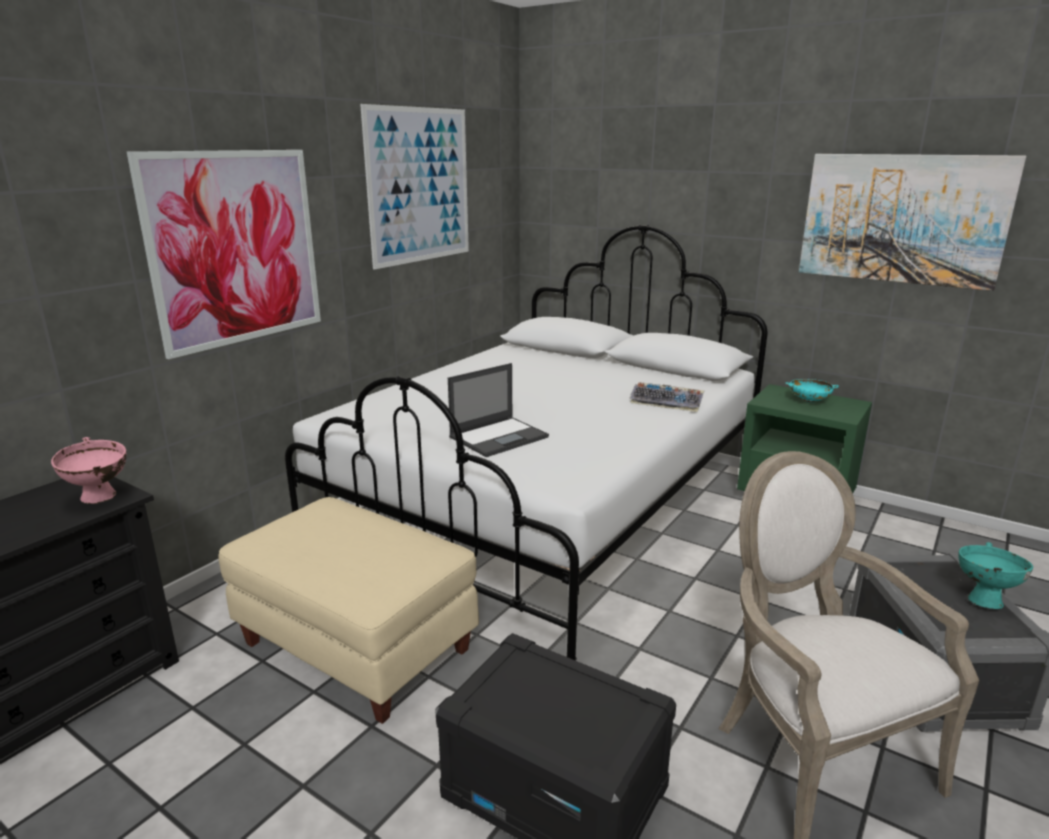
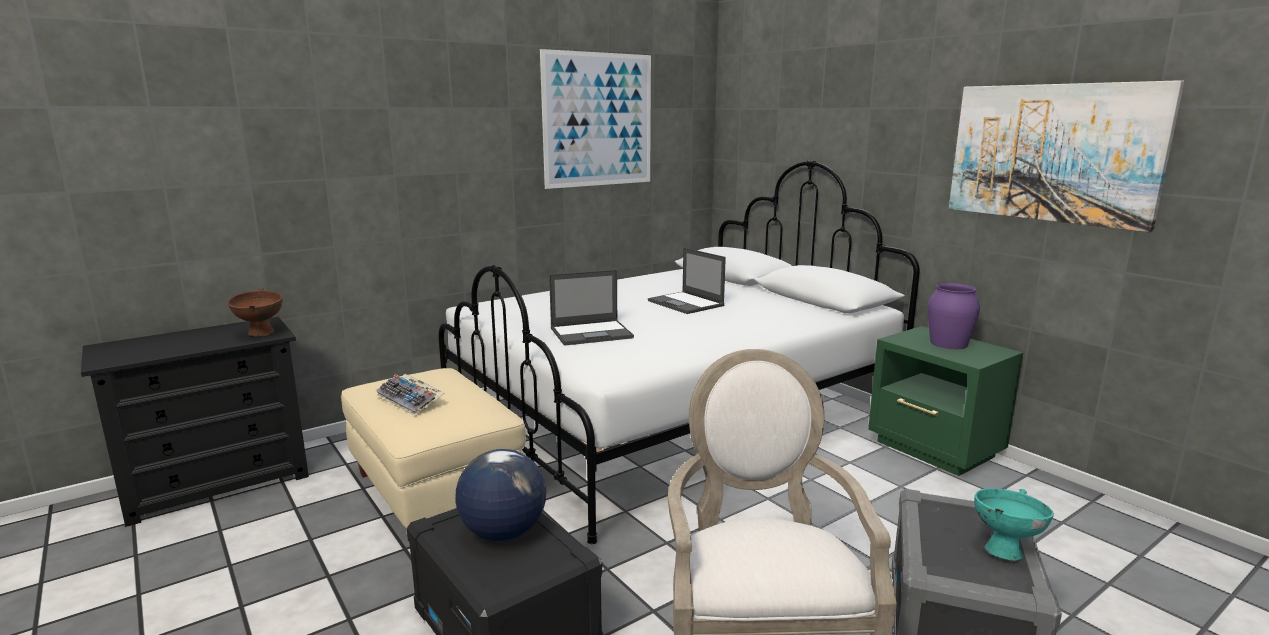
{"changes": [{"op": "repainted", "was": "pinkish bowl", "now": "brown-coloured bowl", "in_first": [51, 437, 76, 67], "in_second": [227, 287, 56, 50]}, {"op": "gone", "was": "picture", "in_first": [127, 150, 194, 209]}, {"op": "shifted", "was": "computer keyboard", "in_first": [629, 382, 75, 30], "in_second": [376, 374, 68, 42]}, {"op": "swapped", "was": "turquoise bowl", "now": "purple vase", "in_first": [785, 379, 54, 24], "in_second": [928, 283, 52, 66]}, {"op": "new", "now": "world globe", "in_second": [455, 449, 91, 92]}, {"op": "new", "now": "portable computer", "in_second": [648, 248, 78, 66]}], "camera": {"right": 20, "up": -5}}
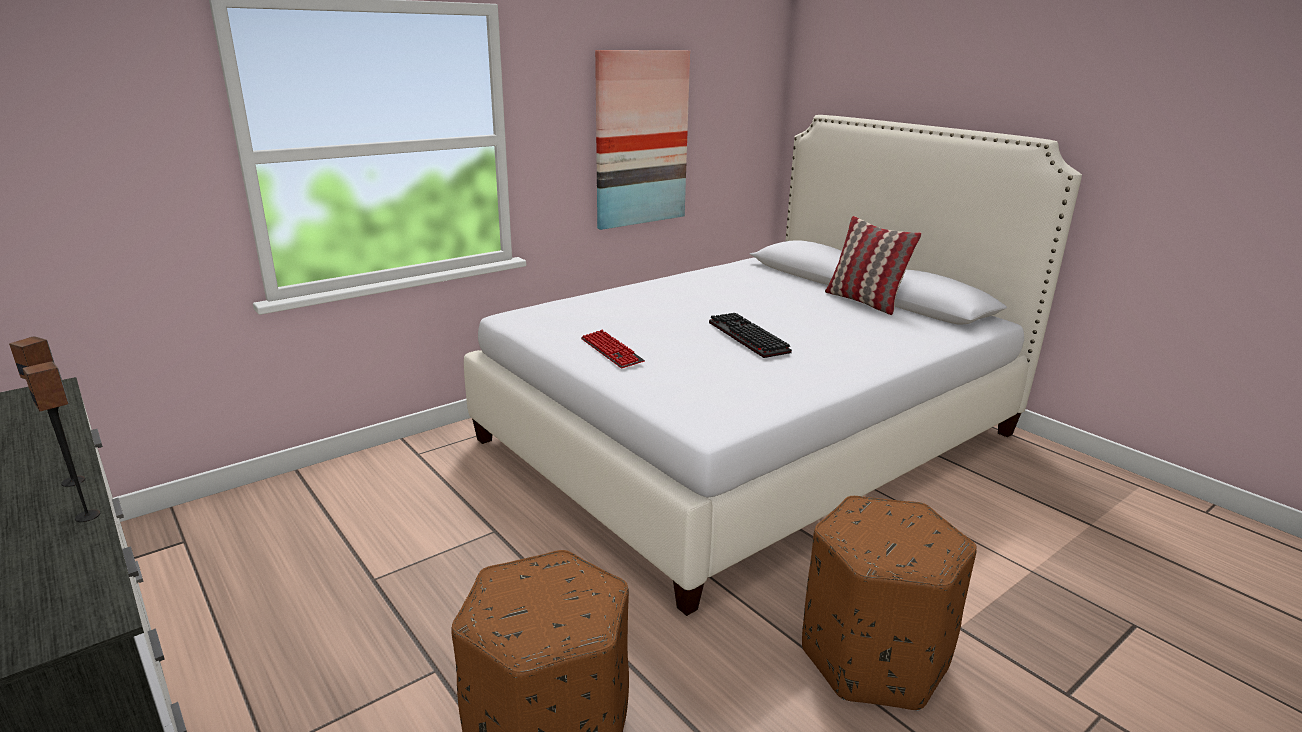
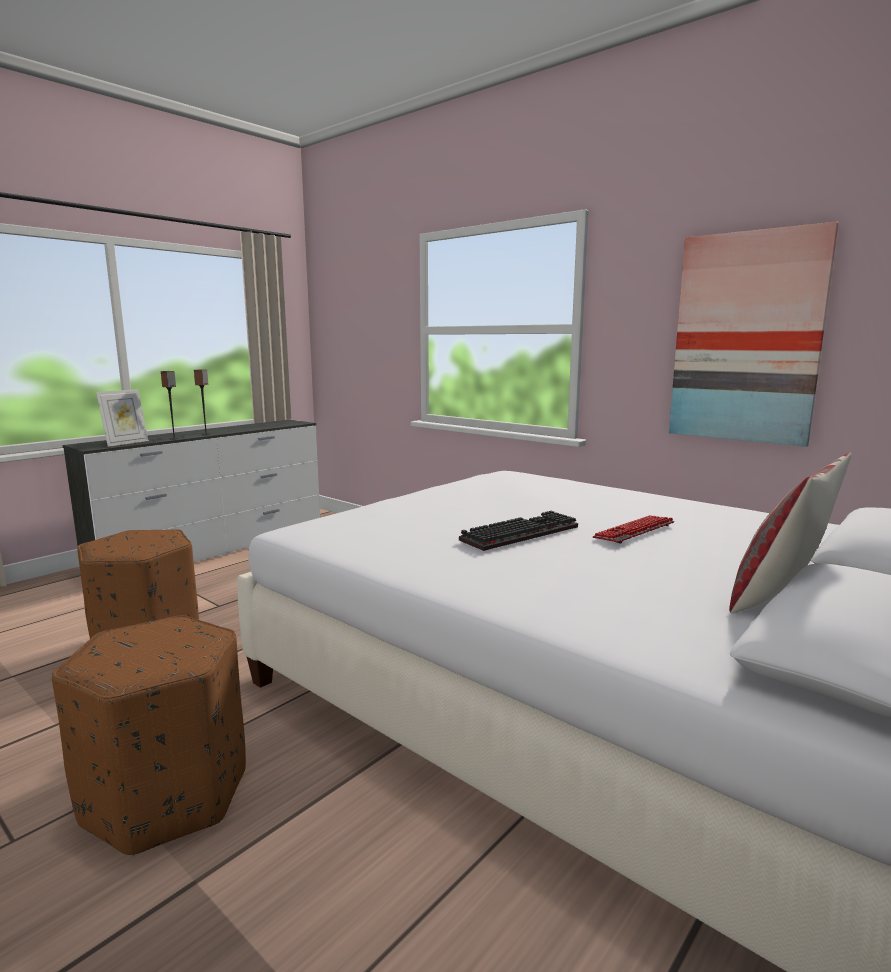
{"changes": [{"op": "shifted", "was": "computer keyboard", "in_first": [581, 330, 64, 38], "in_second": [593, 515, 81, 29]}, {"op": "new", "now": "standing frame", "in_second": [96, 389, 53, 58]}], "camera": {"right": 80, "up": -10}}
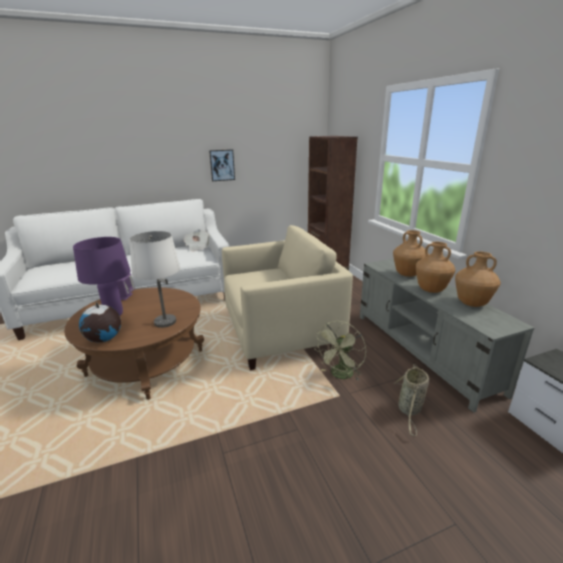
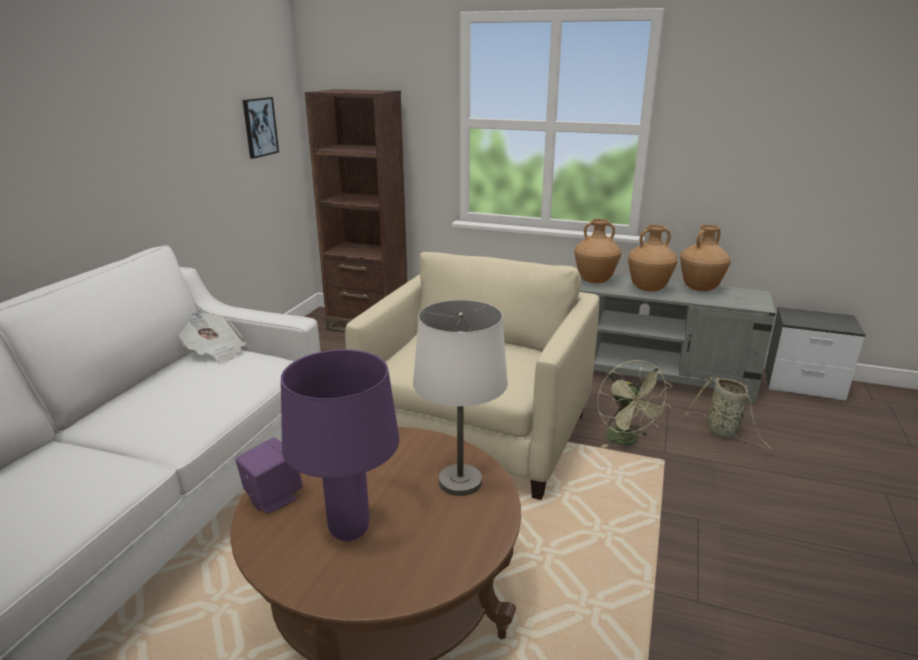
{"changes": [{"op": "gone", "was": "world globe", "in_first": [79, 302, 42, 40]}, {"op": "shifted", "was": "picture", "in_first": [209, 149, 26, 32], "in_second": [243, 97, 36, 62]}], "camera": {"right": -50, "up": 0}}
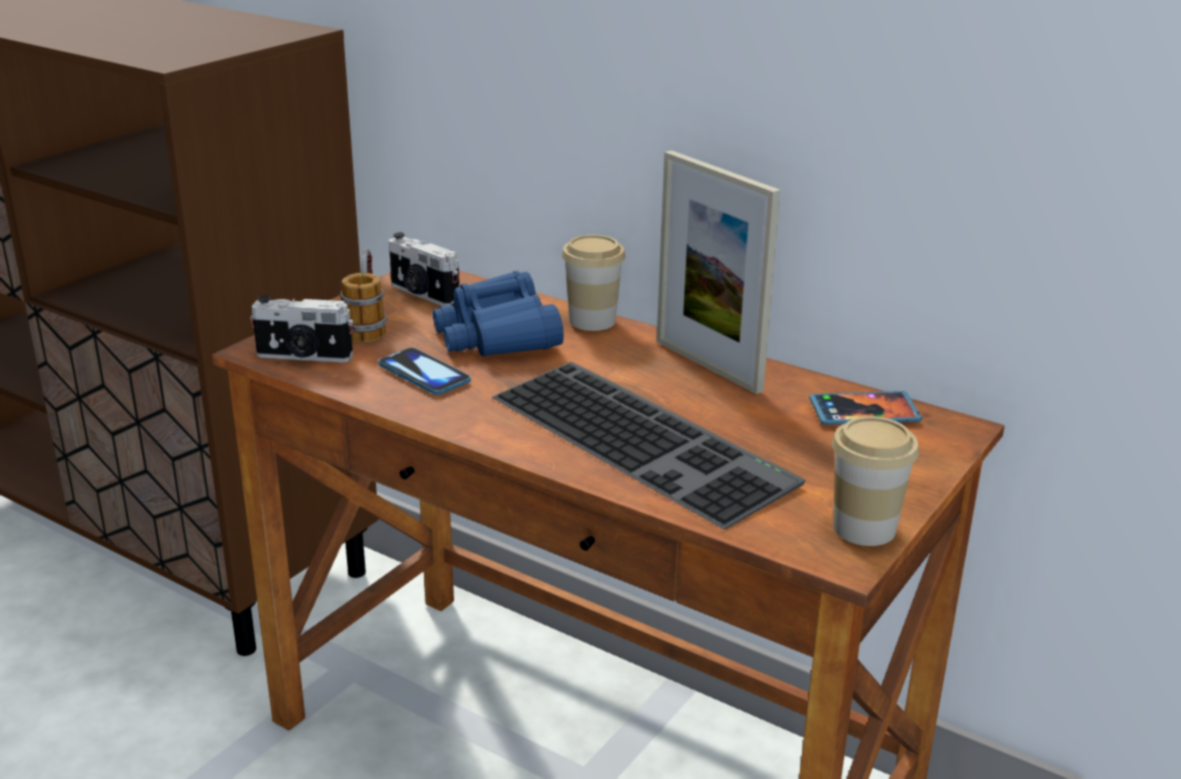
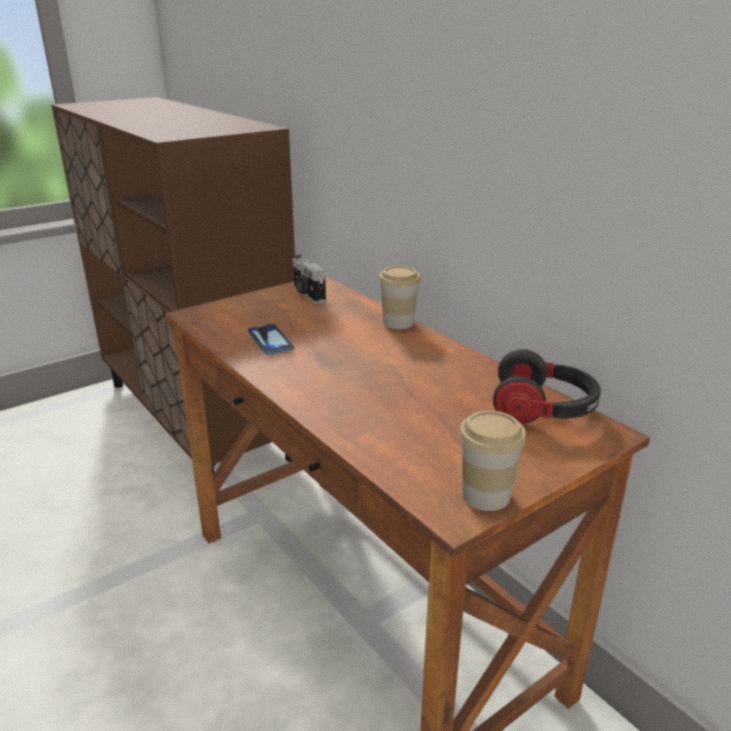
{"changes": [{"op": "gone", "was": "still camera", "in_first": [250, 295, 103, 67]}, {"op": "gone", "was": "mug", "in_first": [340, 248, 46, 95]}, {"op": "gone", "was": "blue-coloured field glasses", "in_first": [433, 271, 131, 86]}, {"op": "gone", "was": "computer keyboard", "in_first": [491, 362, 314, 167]}, {"op": "gone", "was": "standing frame", "in_first": [656, 150, 124, 244]}, {"op": "swapped", "was": "phone", "now": "headset", "in_first": [809, 391, 113, 34], "in_second": [493, 349, 108, 75]}], "camera": {"right": 20, "up": 0}}
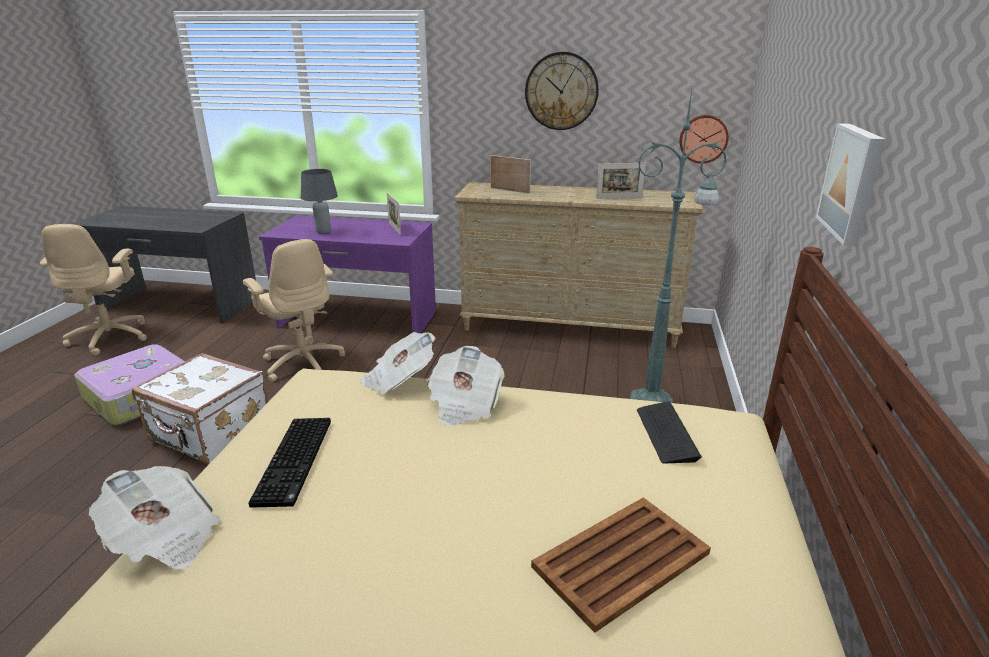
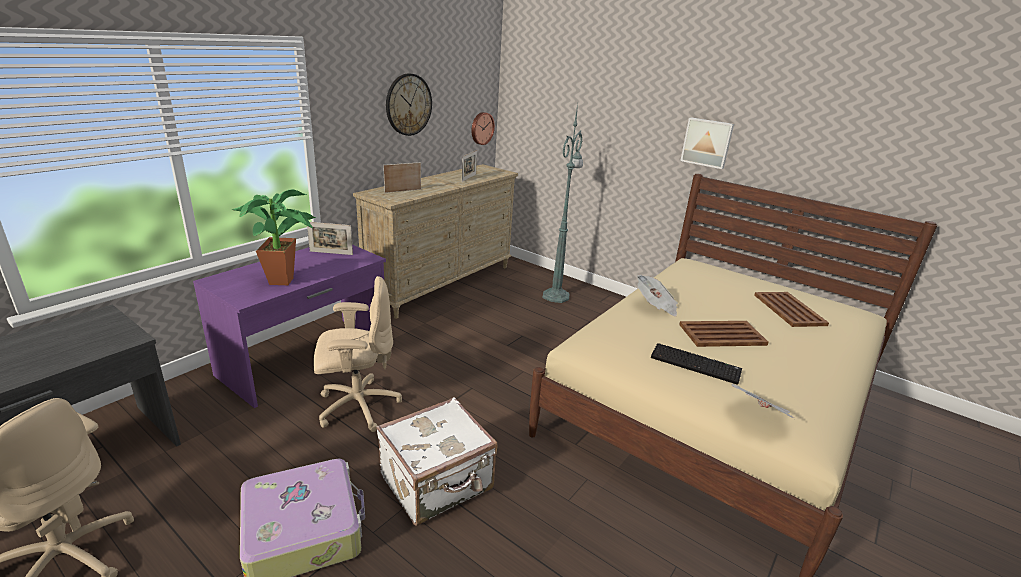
{"changes": [{"op": "swapped", "was": "grey lamp for a table", "now": "houseplant", "in_first": [301, 169, 37, 65], "in_second": [231, 189, 85, 96]}, {"op": "gone", "was": "printed paper", "in_first": [360, 332, 75, 63]}, {"op": "gone", "was": "computer keyboard", "in_first": [637, 401, 65, 63]}, {"op": "new", "now": "brown-coloured tray", "in_second": [679, 321, 90, 26]}], "camera": {"right": -65, "up": 0}}
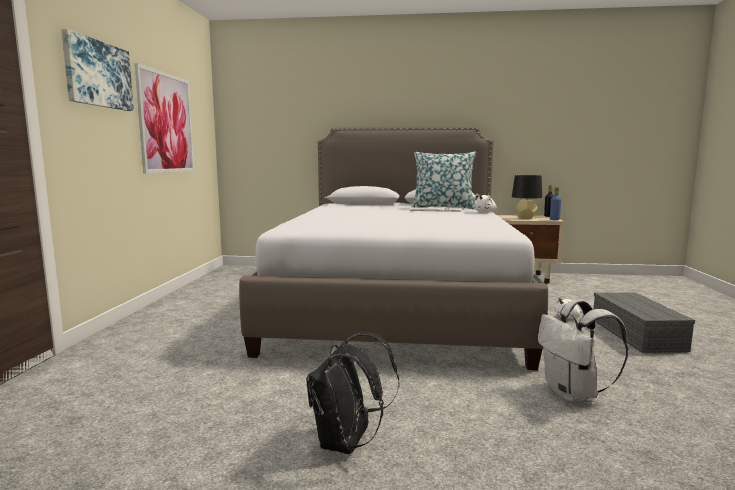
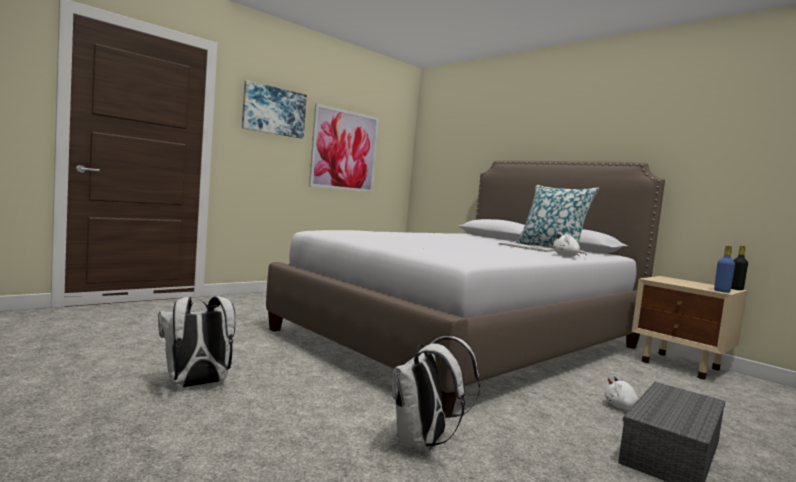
{"changes": [{"op": "repainted", "was": "black knapsack", "now": "whitish knapsack", "in_first": [306, 332, 93, 122], "in_second": [158, 296, 77, 92]}, {"op": "gone", "was": "black lamp for a table", "in_first": [512, 175, 30, 44]}], "camera": {"right": 40, "up": -5}}
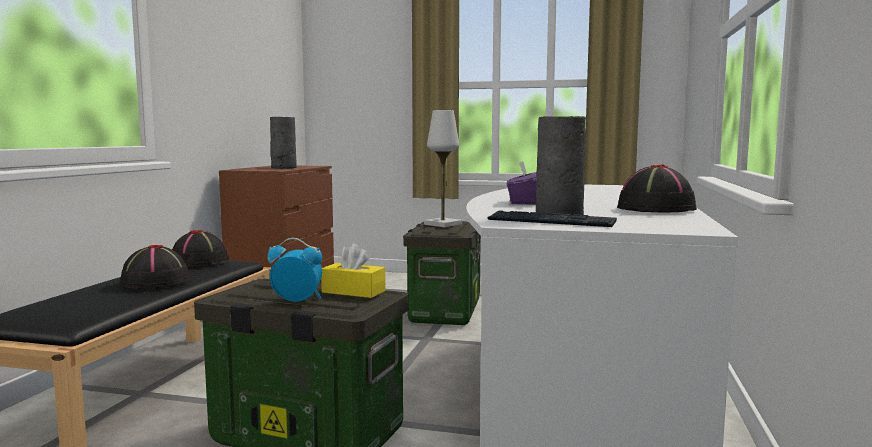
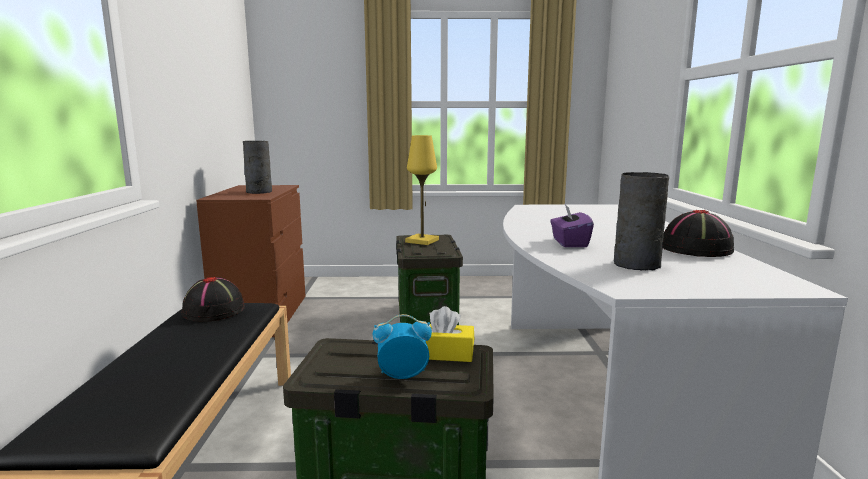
{"changes": [{"op": "gone", "was": "black hat", "in_first": [119, 245, 71, 44]}, {"op": "repainted", "was": "whitish lamp for a table", "now": "yellow-coloured lamp for a table", "in_first": [424, 110, 38, 117], "in_second": [405, 135, 34, 110]}, {"op": "gone", "was": "computer keyboard", "in_first": [488, 210, 129, 17]}], "camera": {"right": -15, "up": 5}}
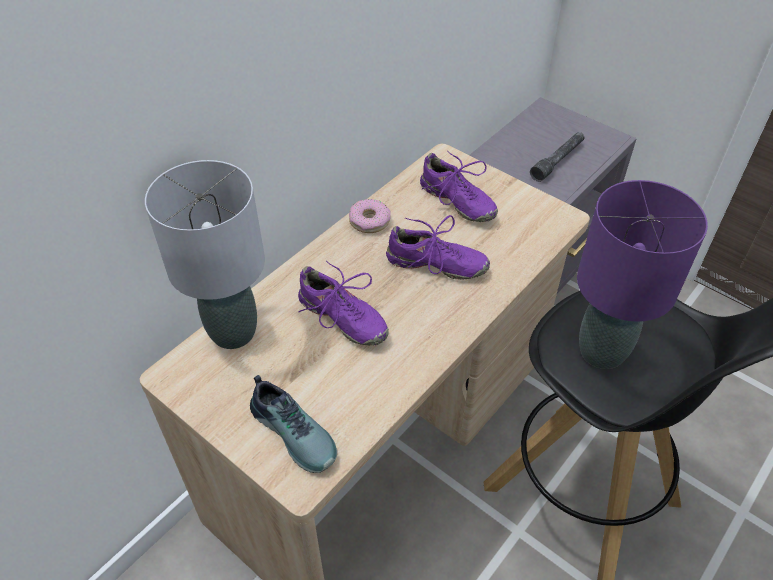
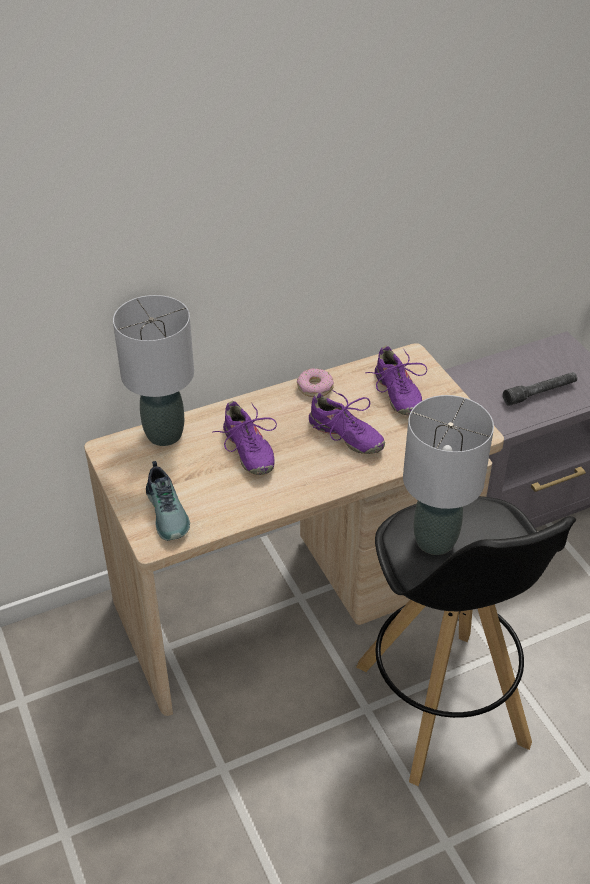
{"changes": [{"op": "repainted", "was": "purple lamp for a table", "now": "grey lamp for a table", "in_first": [577, 180, 131, 189], "in_second": [403, 395, 91, 160]}], "camera": {"right": 25, "up": -5}}
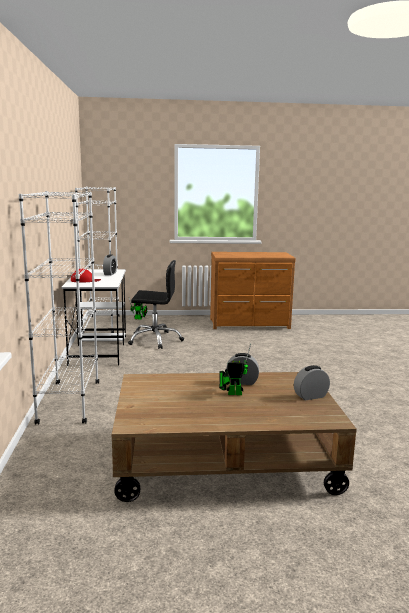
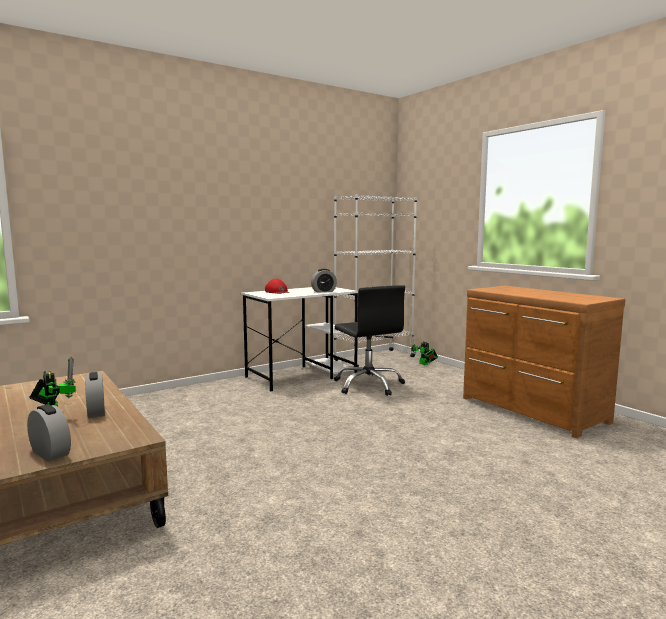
{"changes": [{"op": "gone", "was": "whitish bookcase", "in_first": [19, 191, 80, 233]}], "camera": {"right": 60, "up": -5}}
